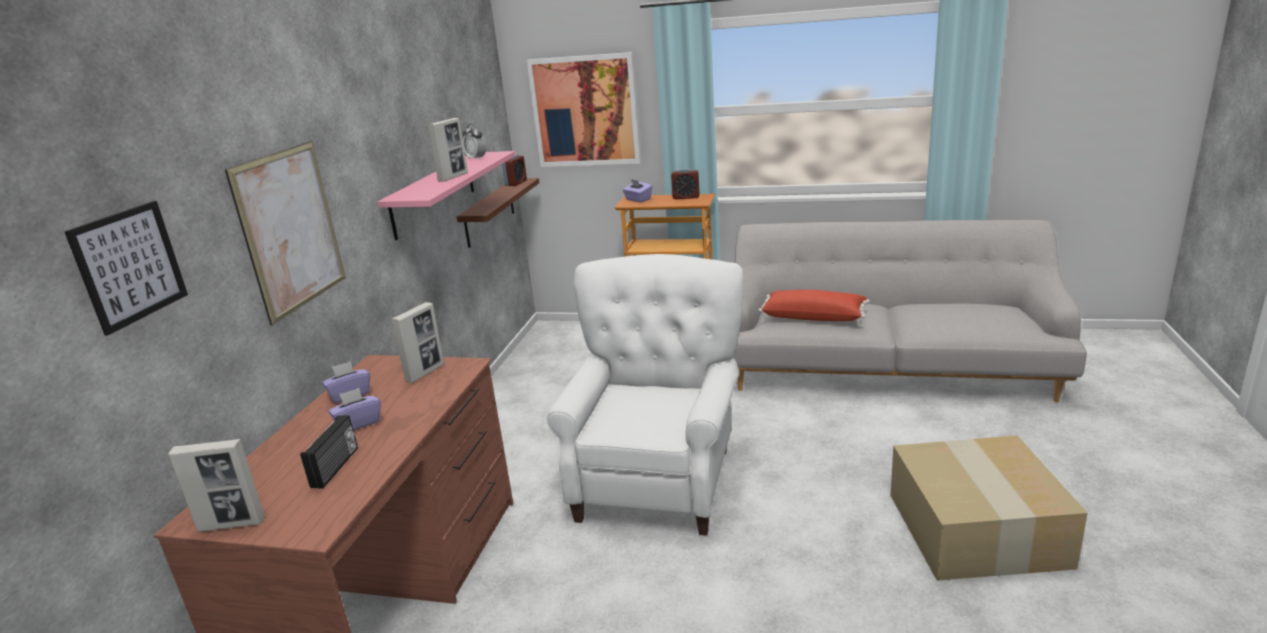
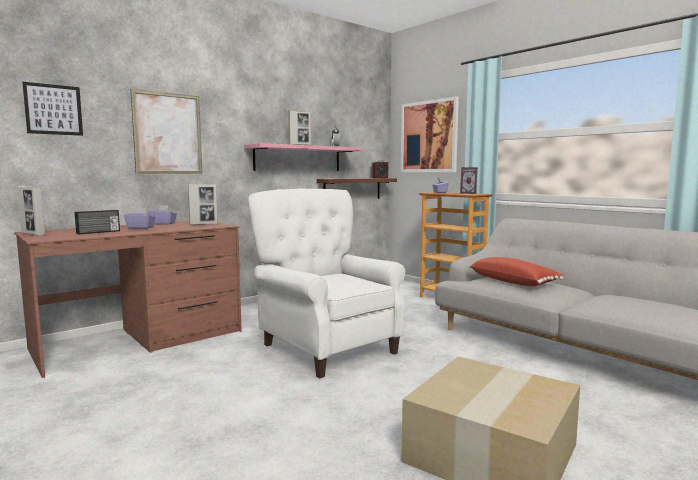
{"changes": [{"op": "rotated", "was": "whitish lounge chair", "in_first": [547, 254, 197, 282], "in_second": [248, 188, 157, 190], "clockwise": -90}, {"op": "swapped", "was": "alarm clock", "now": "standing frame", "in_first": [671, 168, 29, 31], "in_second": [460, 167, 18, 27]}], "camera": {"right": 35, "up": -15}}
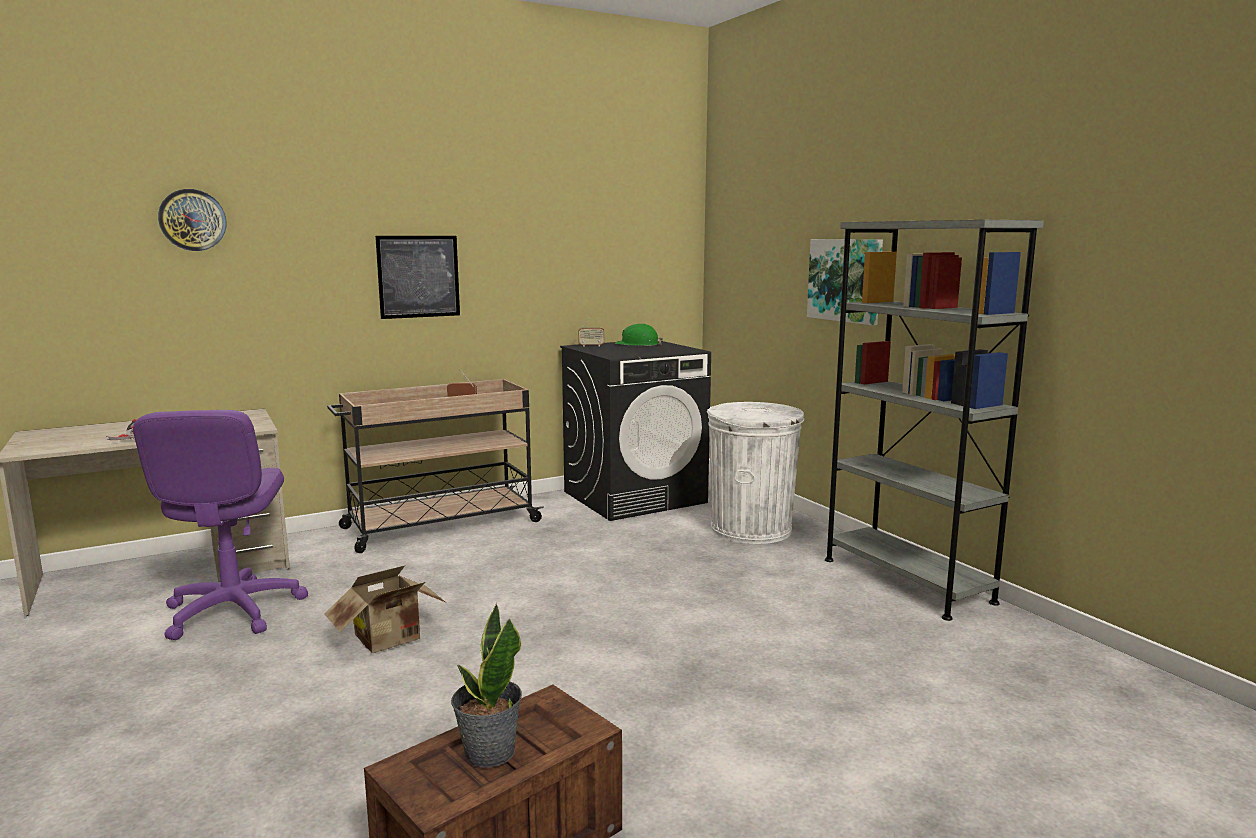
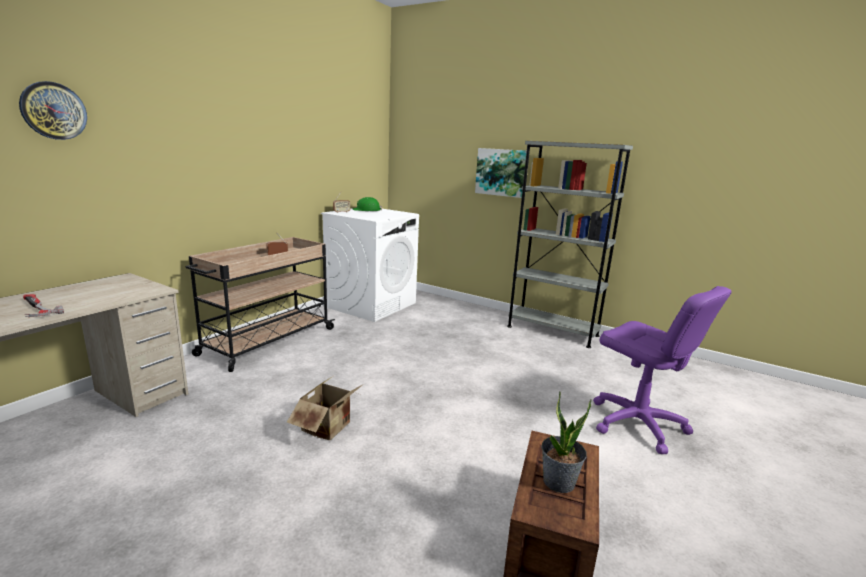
{"changes": [{"op": "shifted", "was": "purple office chair", "in_first": [133, 410, 175, 230], "in_second": [593, 286, 139, 168]}, {"op": "gone", "was": "picture", "in_first": [375, 236, 85, 83]}, {"op": "repainted", "was": "black washing machine", "now": "whitish washing machine", "in_first": [560, 341, 151, 180], "in_second": [321, 209, 98, 113]}, {"op": "gone", "was": "whitish waste bin", "in_first": [707, 402, 97, 142]}], "camera": {"right": -30, "up": 5}}
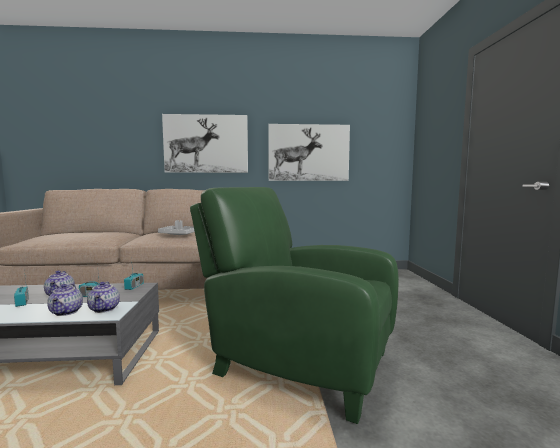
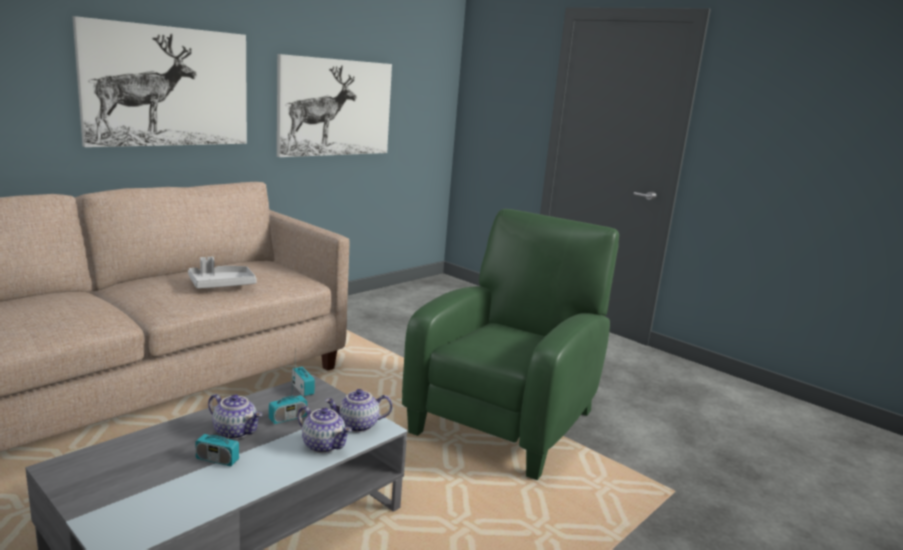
{"changes": [{"op": "rotated", "was": "tea pot", "in_first": [87, 282, 33, 31], "in_second": [325, 389, 67, 43], "clockwise": 135}, {"op": "rotated", "was": "green lounge chair", "in_first": [190, 187, 209, 237], "in_second": [402, 209, 217, 271], "clockwise": 135}], "camera": {"right": -45, "up": 10}}
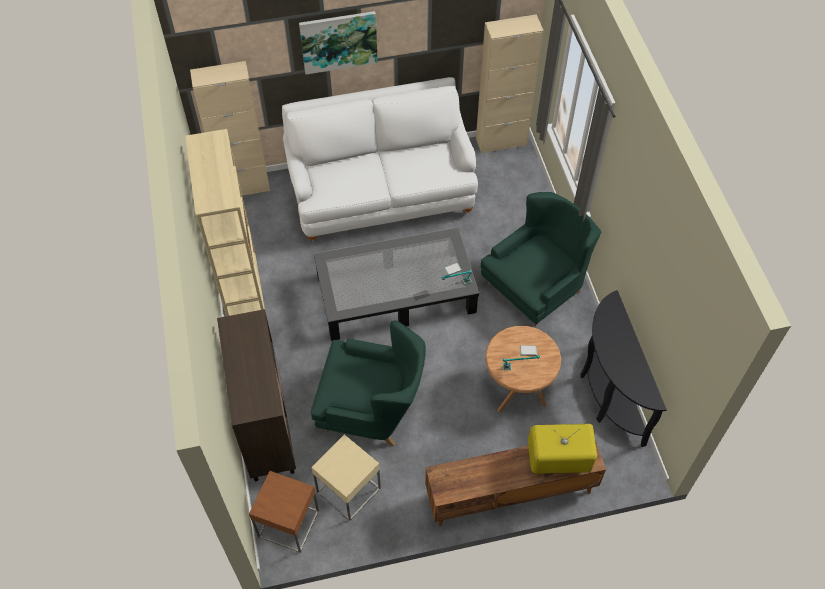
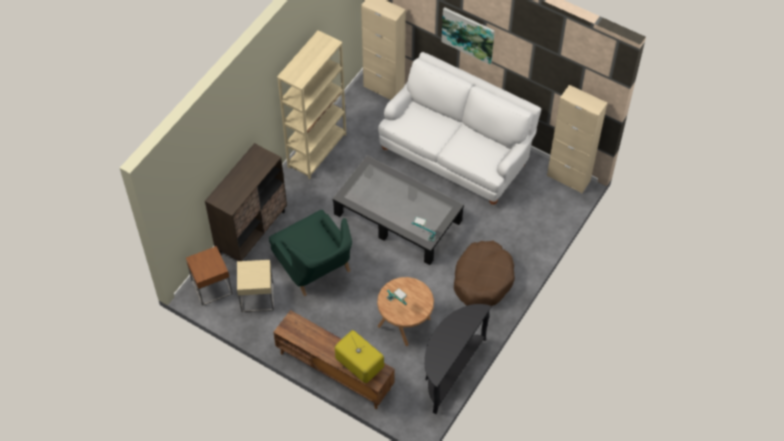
{"changes": [{"op": "swapped", "was": "green lounge chair", "now": "brown-coloured dog cushion", "in_first": [481, 192, 120, 134], "in_second": [454, 241, 61, 65]}], "camera": {"right": 45, "up": 0}}
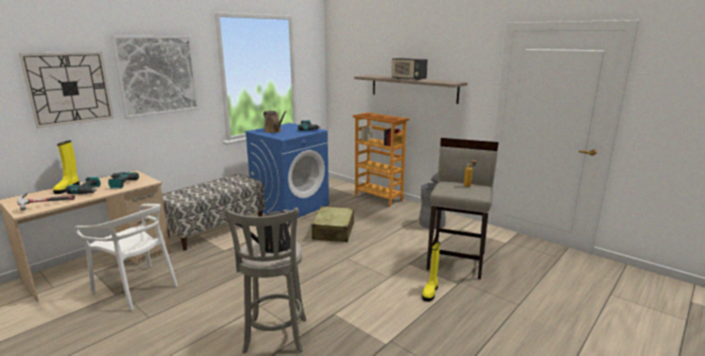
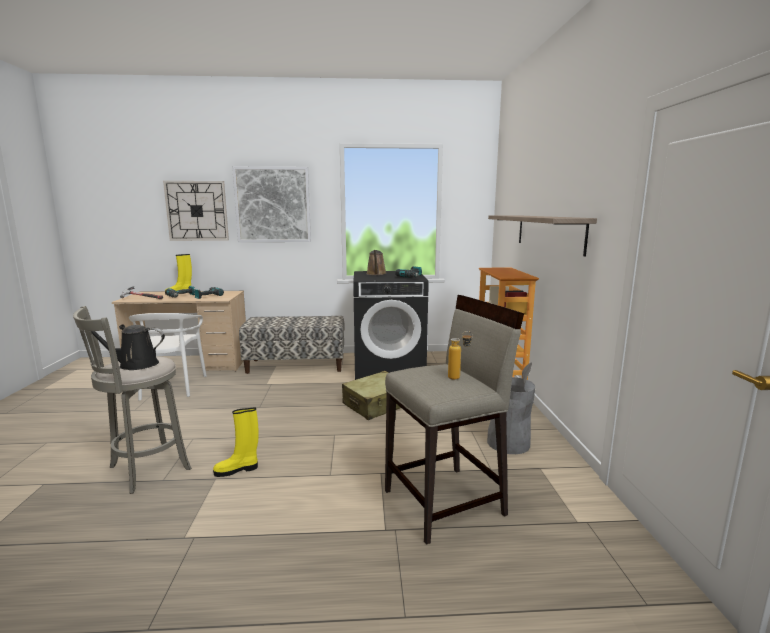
{"changes": [{"op": "repainted", "was": "blue-coloured washing machine", "now": "black washing machine", "in_first": [245, 123, 84, 95], "in_second": [353, 271, 76, 109]}, {"op": "gone", "was": "radio", "in_first": [391, 58, 37, 22]}, {"op": "shifted", "was": "yellow-coloured high-top boot", "in_first": [422, 242, 18, 60], "in_second": [213, 407, 46, 70]}], "camera": {"right": 45, "up": -5}}
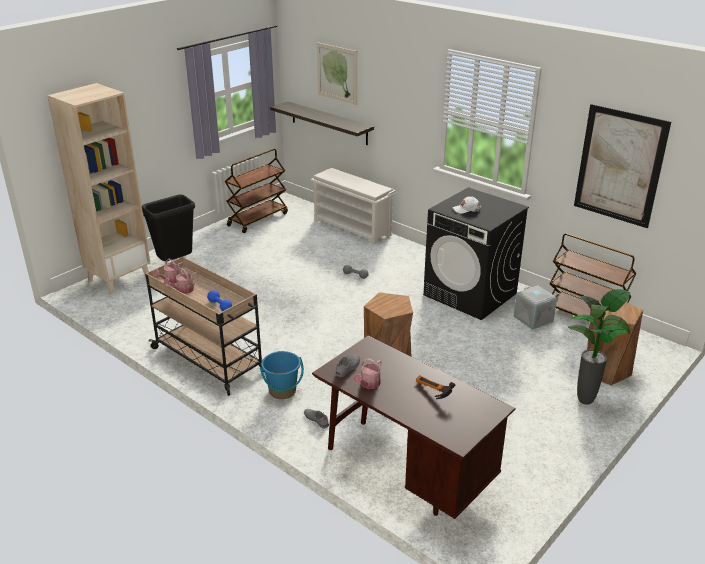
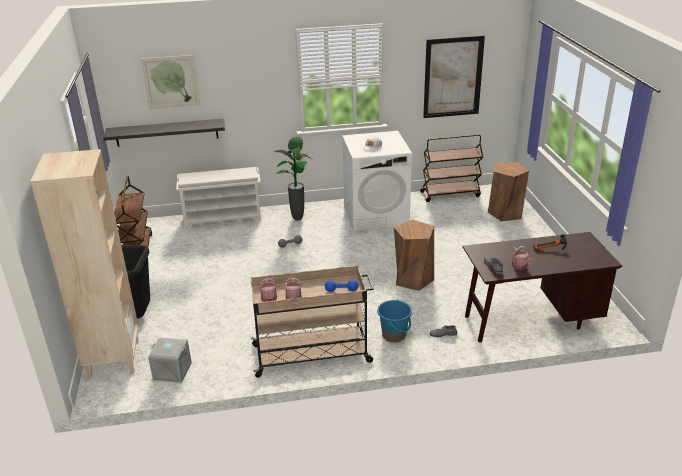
{"changes": [{"op": "repainted", "was": "black washing machine", "now": "whitish washing machine", "in_first": [423, 187, 106, 133], "in_second": [342, 131, 70, 101]}, {"op": "shifted", "was": "grey storage container", "in_first": [513, 285, 44, 45], "in_second": [148, 337, 44, 46]}, {"op": "shifted", "was": "houseplant", "in_first": [568, 289, 62, 116], "in_second": [274, 137, 36, 84]}], "camera": {"right": -50, "up": 0}}
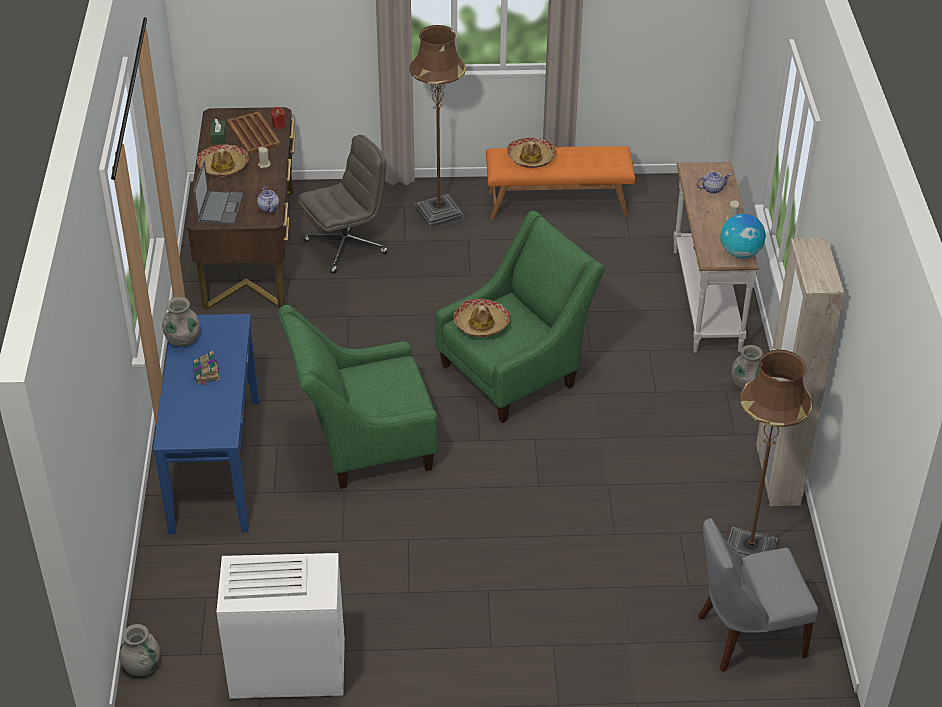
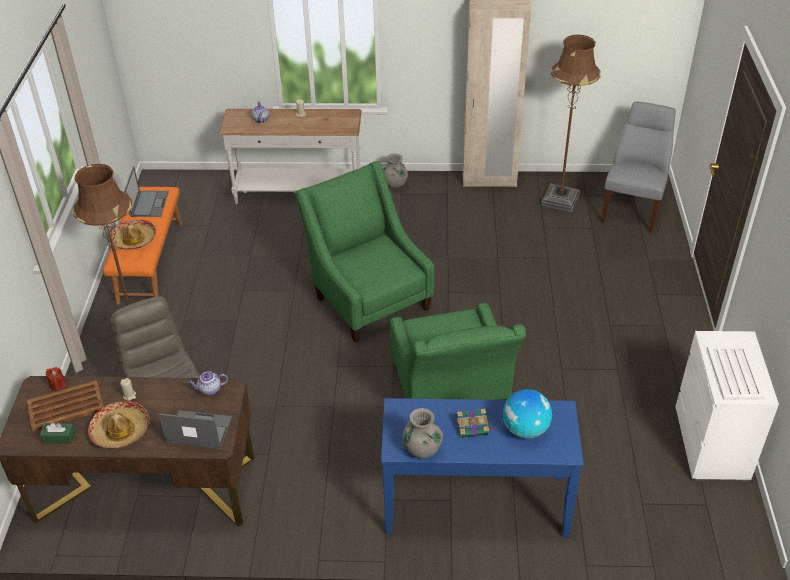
{"changes": [{"op": "gone", "was": "grey vase", "in_first": [119, 624, 41, 52]}, {"op": "gone", "was": "hat", "in_first": [454, 299, 56, 38]}, {"op": "rotated", "was": "grey chair", "in_first": [698, 518, 120, 154], "in_second": [601, 102, 75, 131], "clockwise": -150}, {"op": "shifted", "was": "world globe", "in_first": [720, 214, 46, 44], "in_second": [503, 389, 49, 50]}, {"op": "new", "now": "portable computer", "in_second": [124, 166, 45, 51]}], "camera": {"right": -85, "up": 0}}
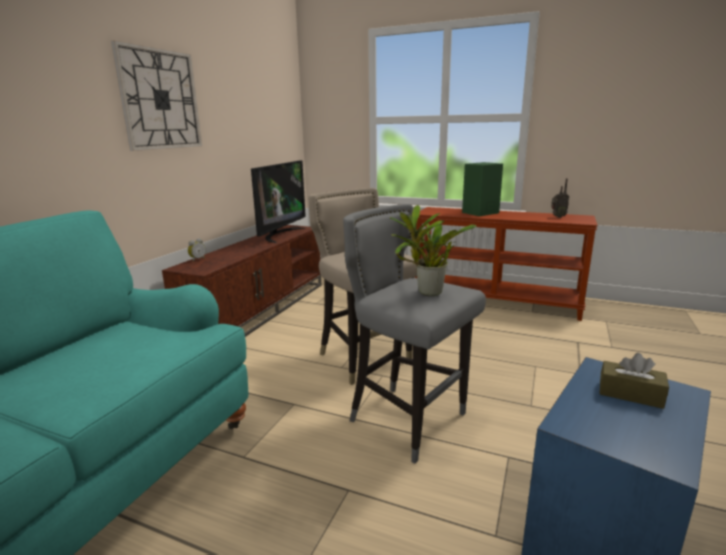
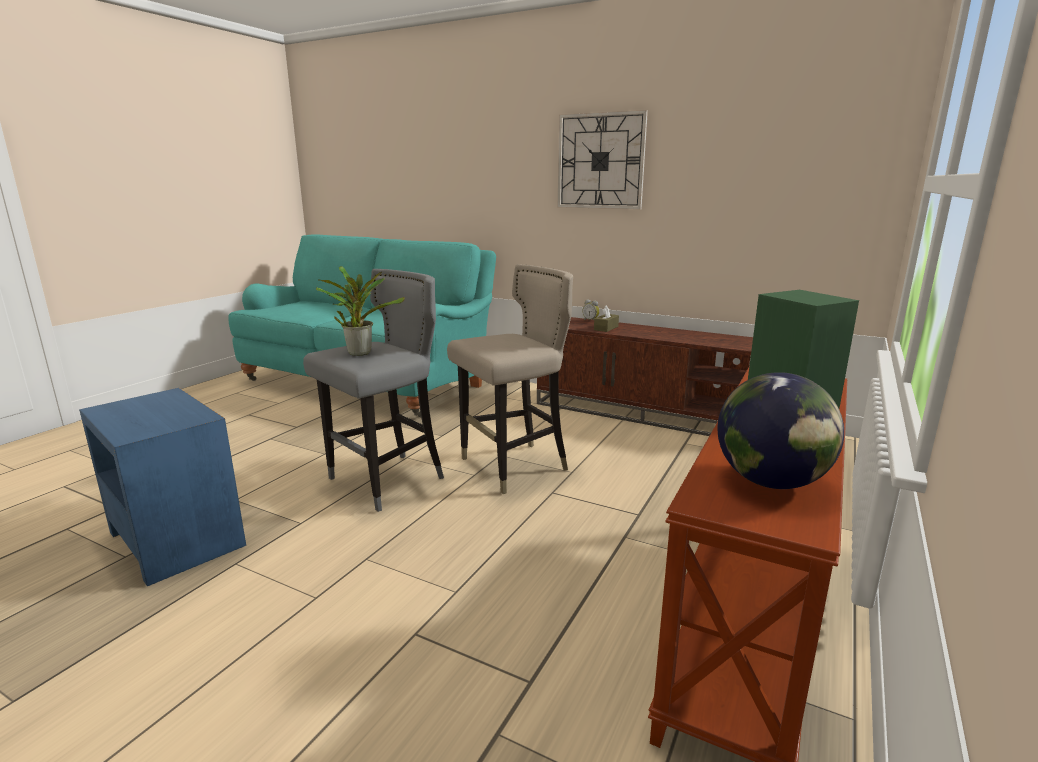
{"changes": [{"op": "gone", "was": "television", "in_first": [251, 160, 55, 83]}, {"op": "swapped", "was": "radio", "now": "world globe", "in_first": [551, 178, 18, 40], "in_second": [718, 372, 126, 117]}, {"op": "shifted", "was": "brown-coloured tissue holder", "in_first": [600, 353, 69, 56], "in_second": [594, 305, 25, 27]}], "camera": {"right": 95, "up": 0}}
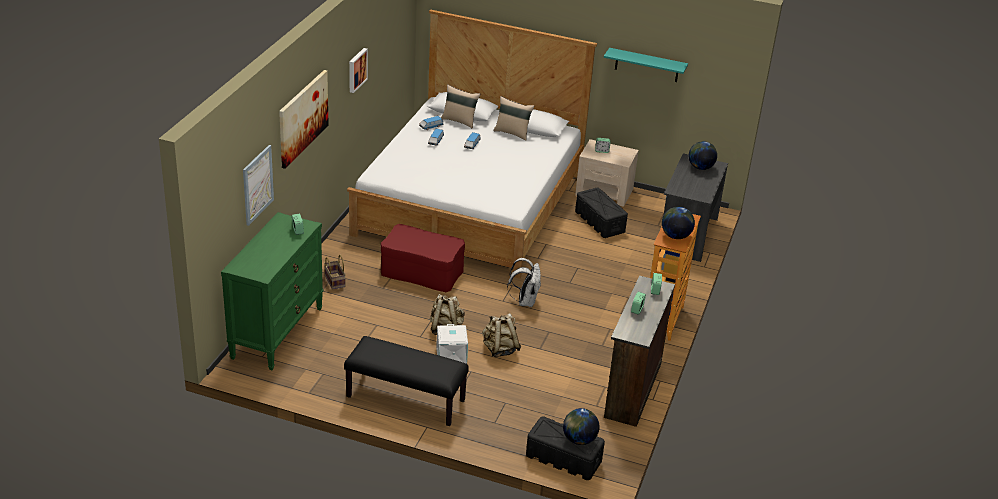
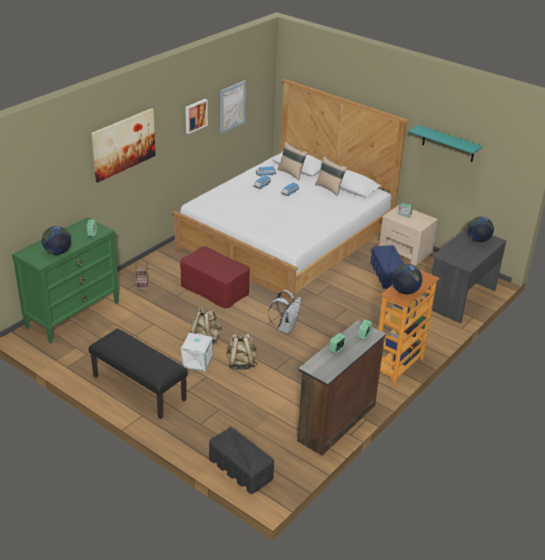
{"changes": [{"op": "shifted", "was": "picture", "in_first": [243, 145, 31, 81], "in_second": [220, 80, 26, 54]}, {"op": "shifted", "was": "world globe", "in_first": [563, 408, 36, 37], "in_second": [42, 226, 29, 29]}, {"op": "repainted", "was": "black storage container", "now": "blue-coloured storage container", "in_first": [575, 188, 53, 50], "in_second": [371, 245, 33, 44]}], "camera": {"right": 20, "up": 0}}
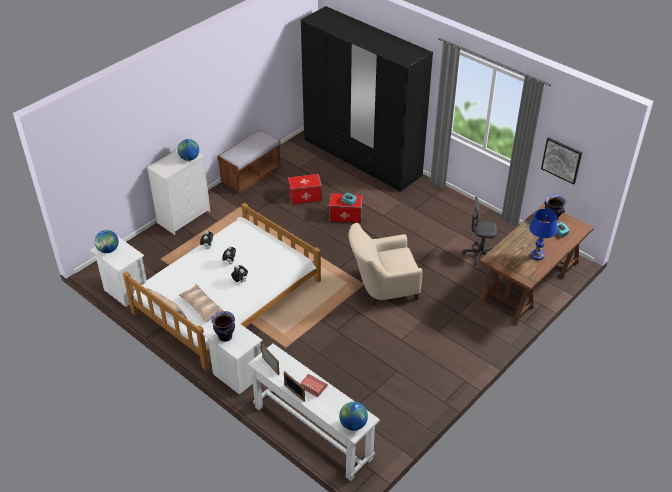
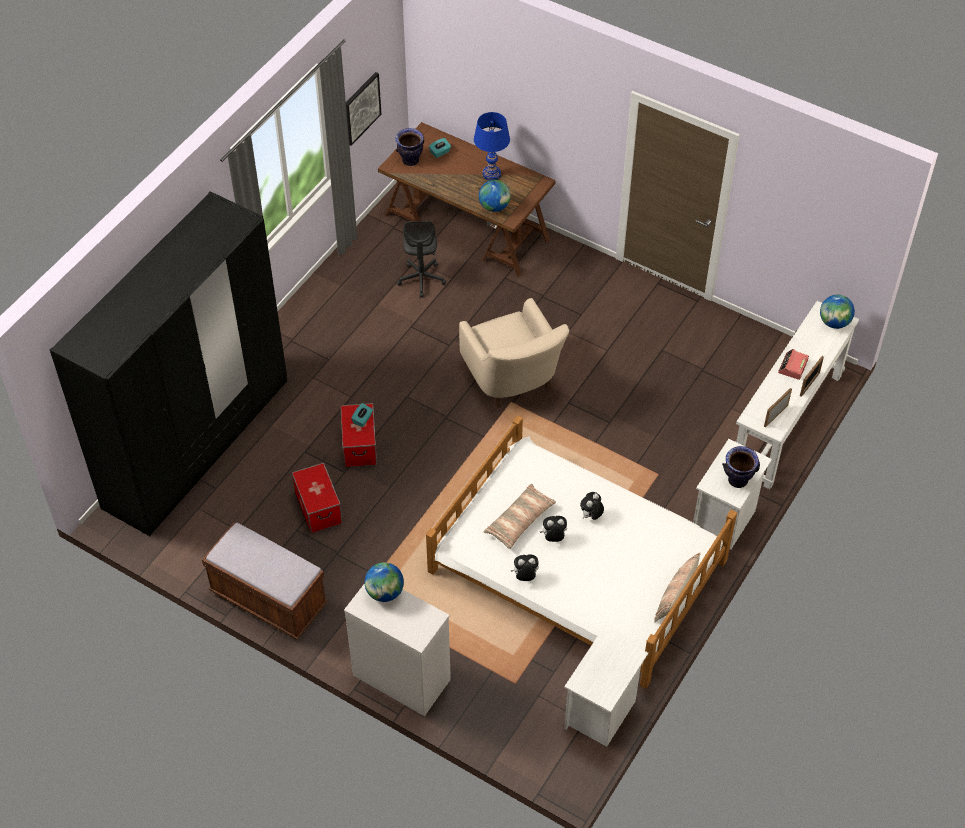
{"changes": [{"op": "shifted", "was": "world globe", "in_first": [95, 230, 24, 23], "in_second": [479, 180, 32, 32]}, {"op": "shifted", "was": "throw pillow", "in_first": [179, 284, 45, 38], "in_second": [484, 484, 72, 65]}], "camera": {"right": -100, "up": 10}}
